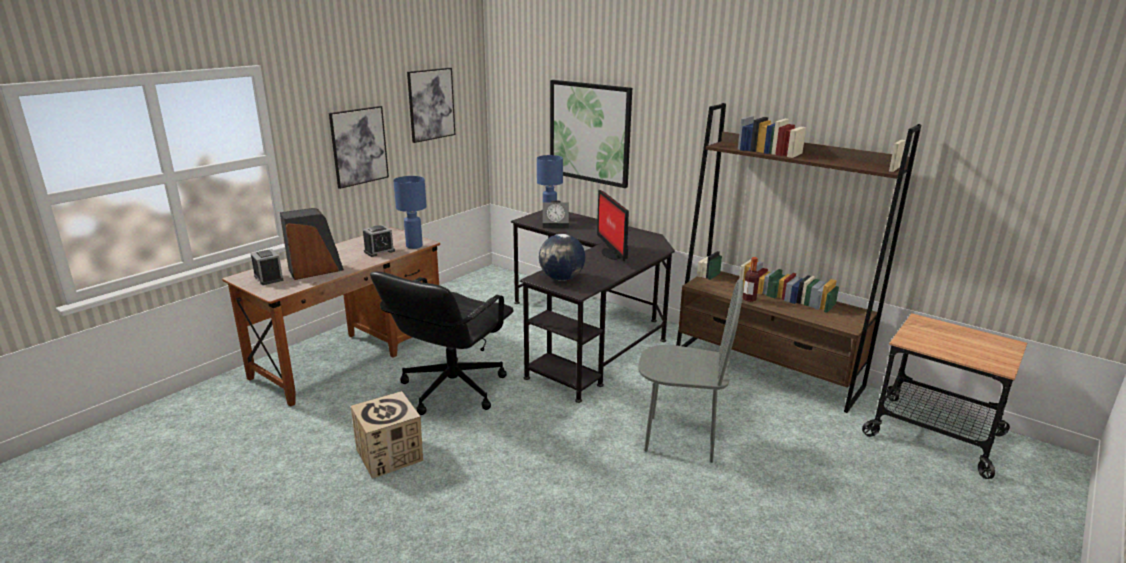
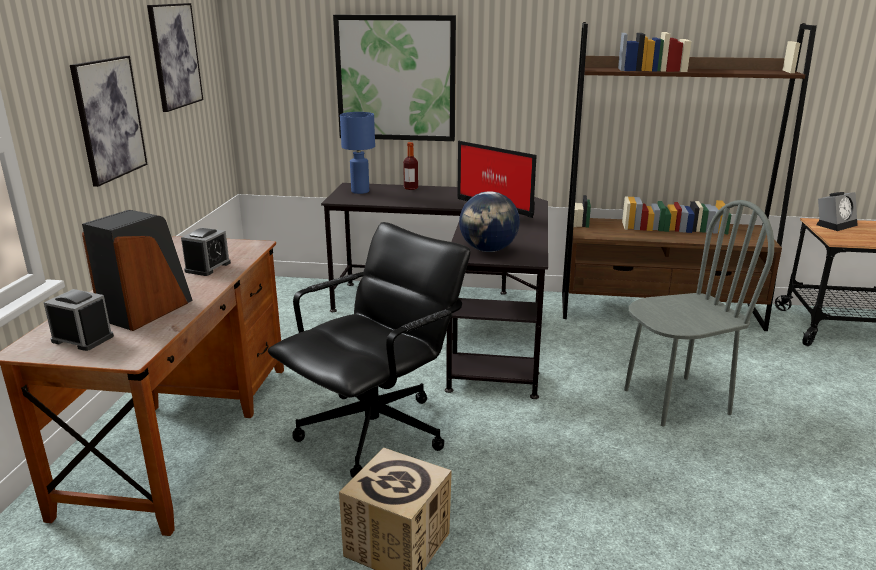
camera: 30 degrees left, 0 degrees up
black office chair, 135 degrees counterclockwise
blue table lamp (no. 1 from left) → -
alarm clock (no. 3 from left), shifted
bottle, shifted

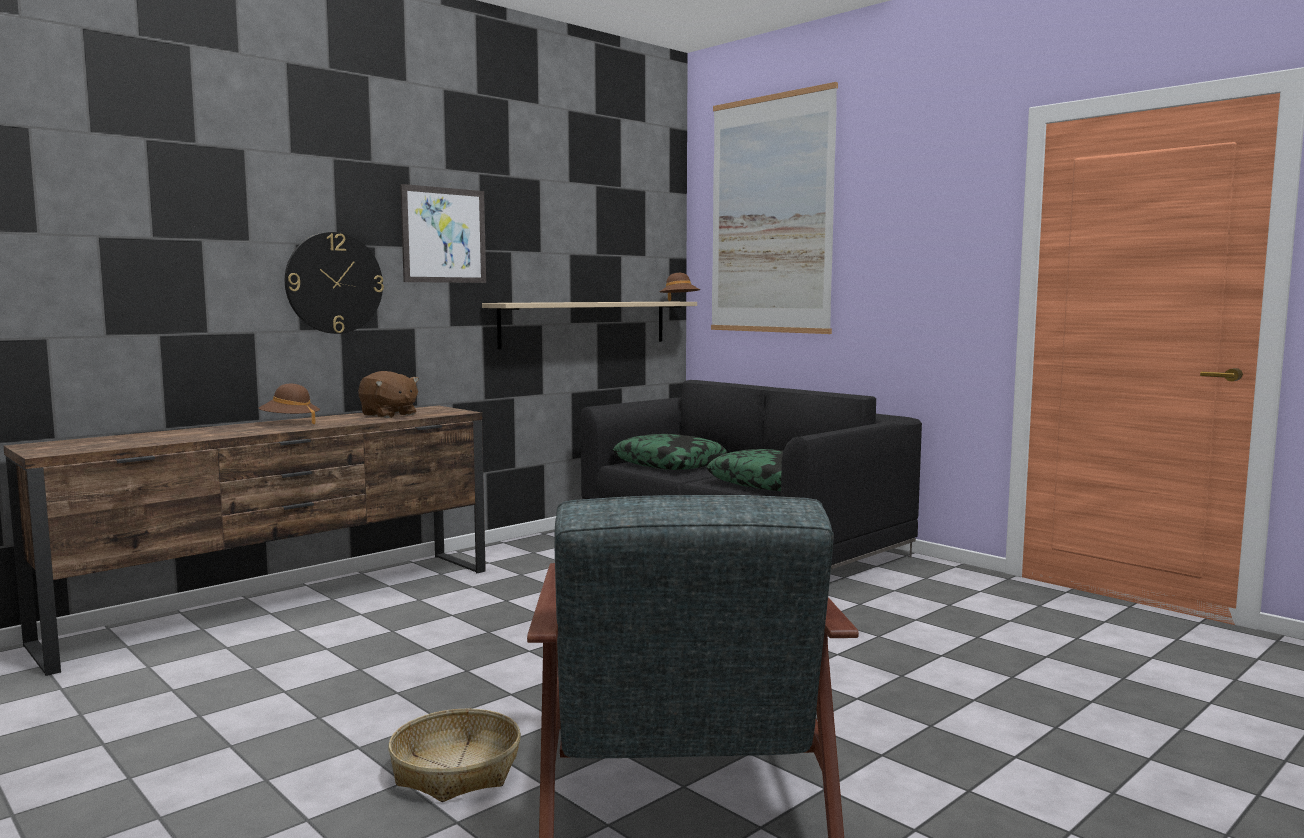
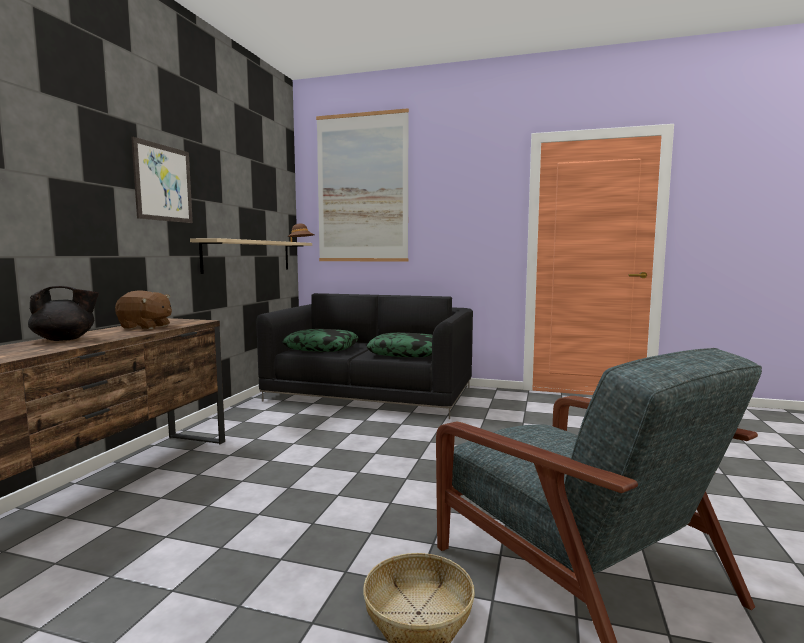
camera: 30 degrees left, 0 degrees up
brown hat (no. 1 from left) → black teapot
wall clock → -

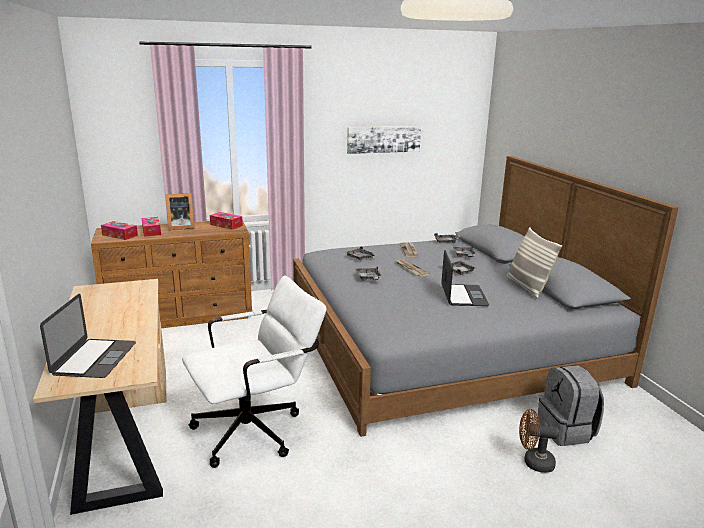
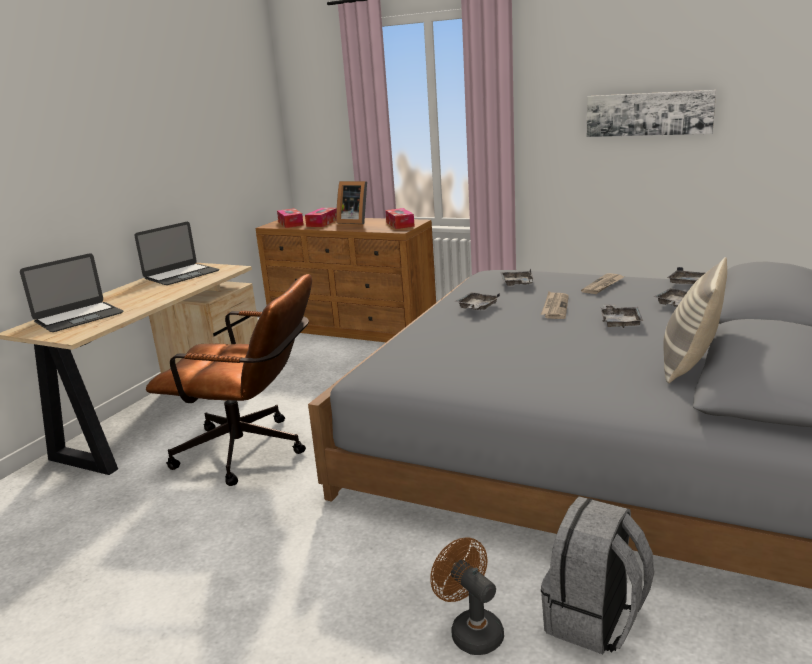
camera: 45 degrees right, 0 degrees up
white office chair → brown office chair
laptop (no. 2 from left), shifted

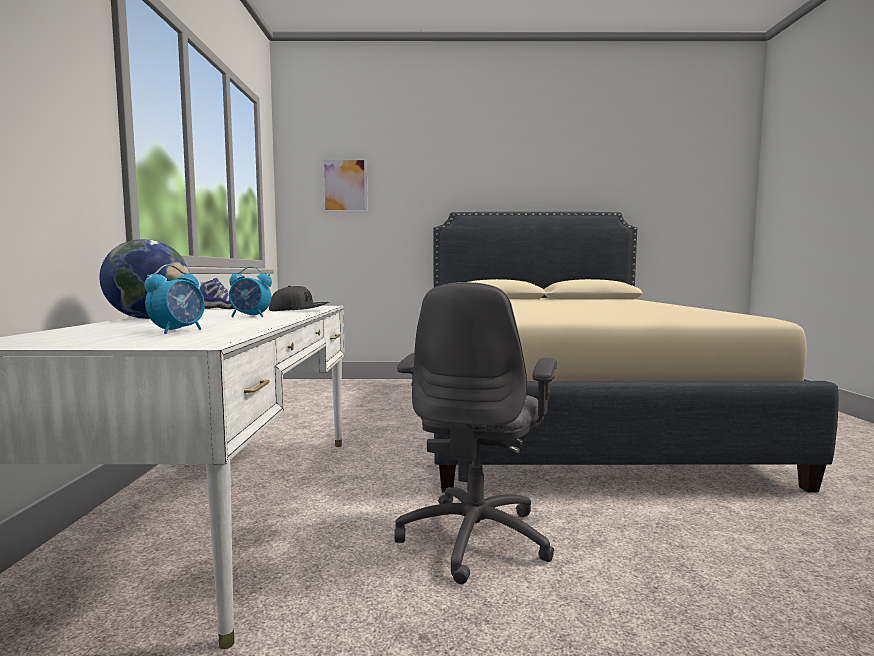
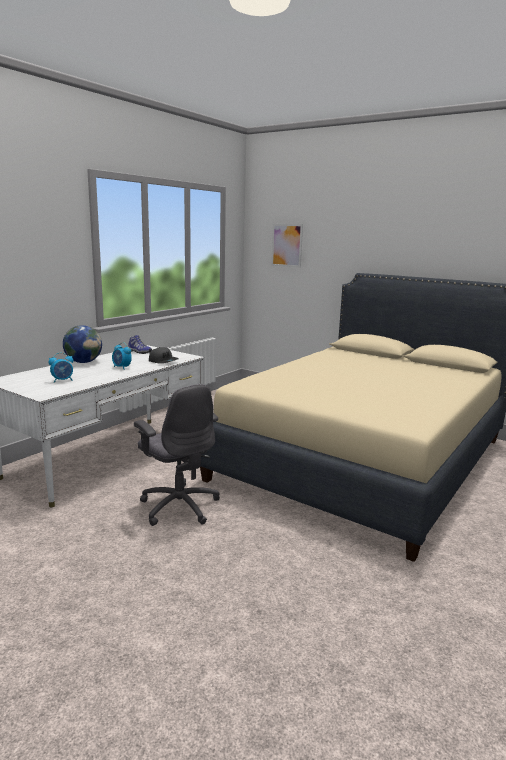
camera: 35 degrees right, 10 degrees up
grey office chair, 90 degrees counterclockwise

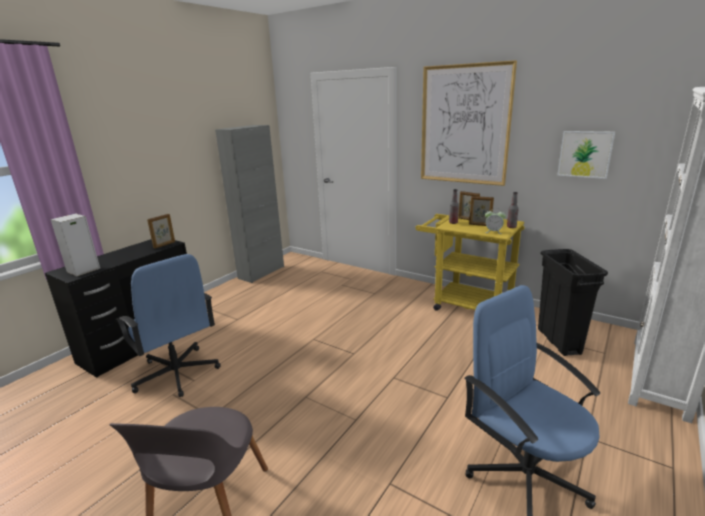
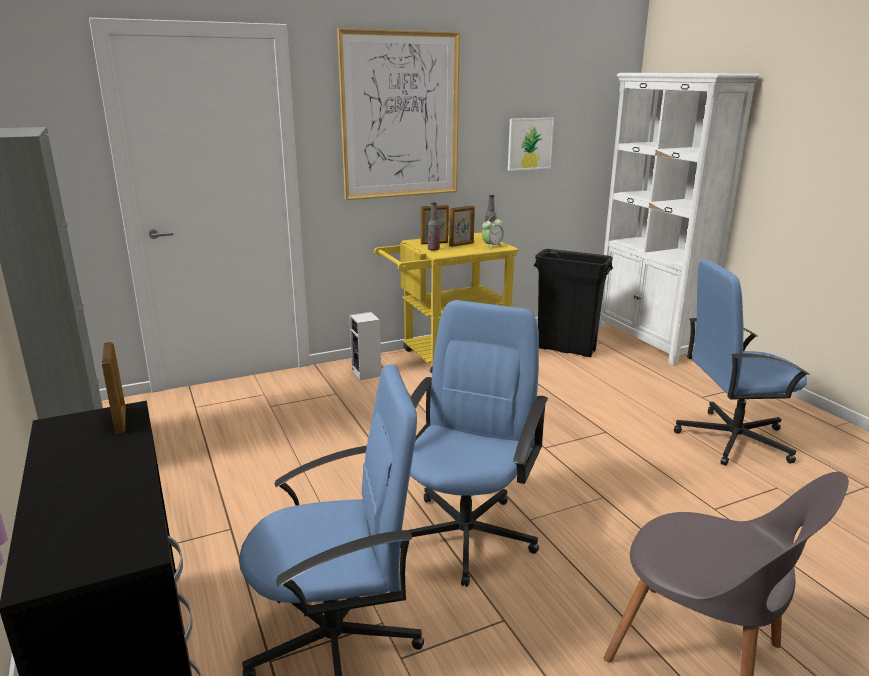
camera: 60 degrees left, 0 degrees up
speaker, shifted
- → blue office chair (no. 2 from left)

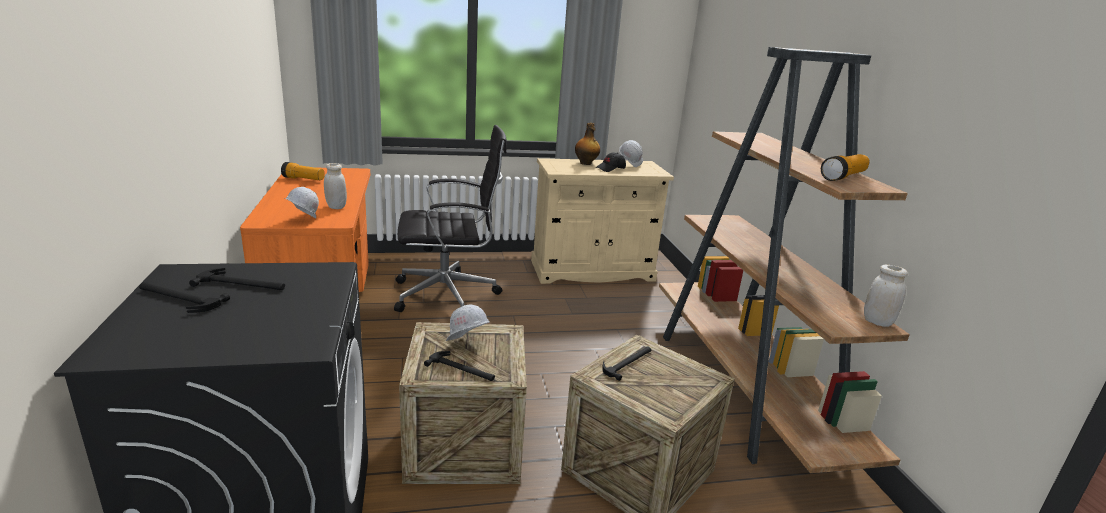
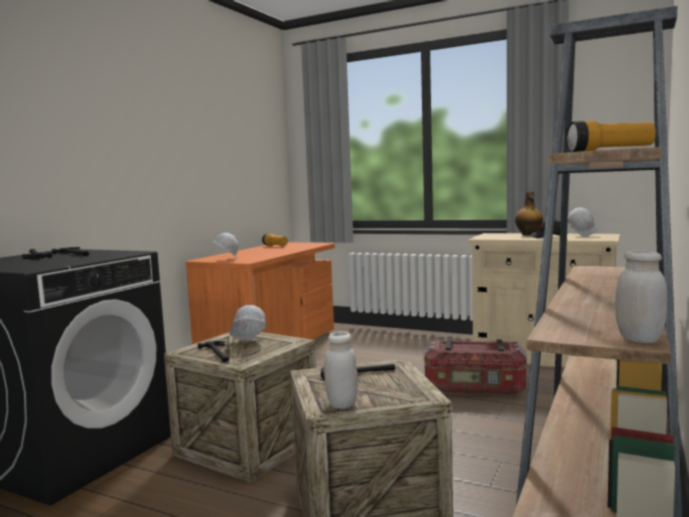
camera: 40 degrees right, 15 degrees down
white jar (no. 1 from left), shifted
black office chair → -
- → storage box

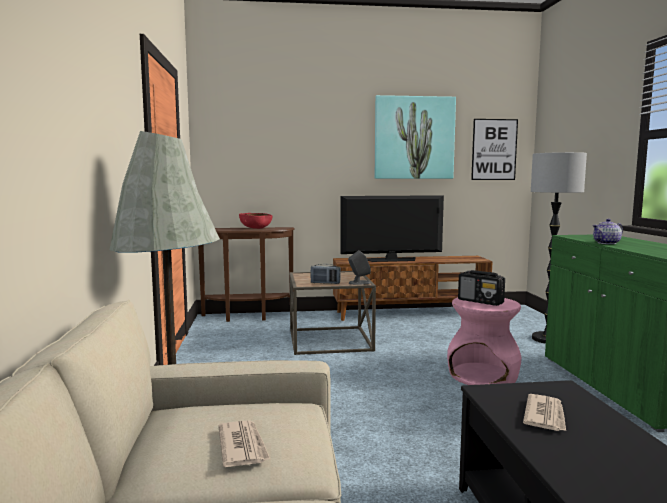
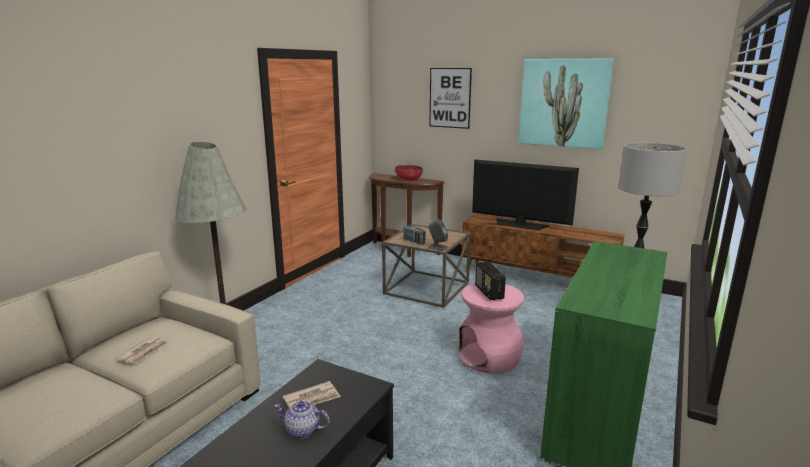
camera: 35 degrees right, 10 degrees up
picture (no. 2 from left in the first image) → picture (no. 1 from left), shifted
teapot, shifted

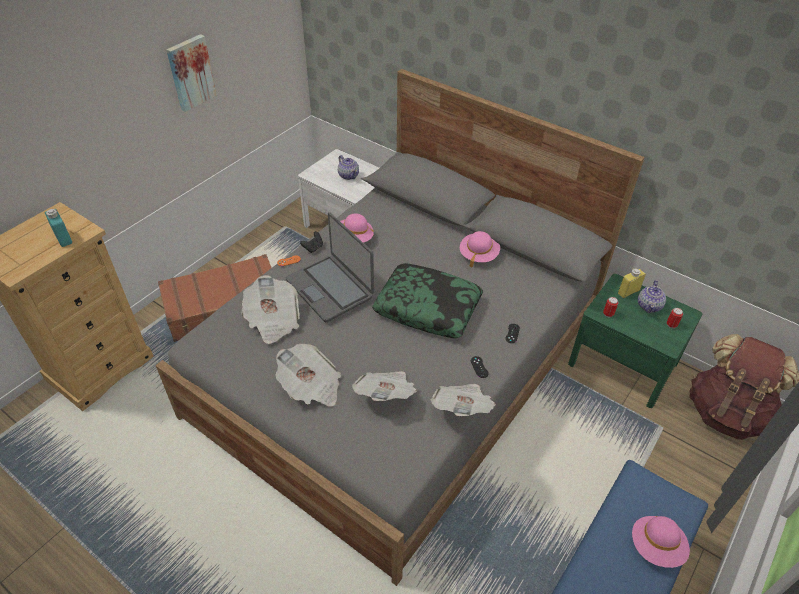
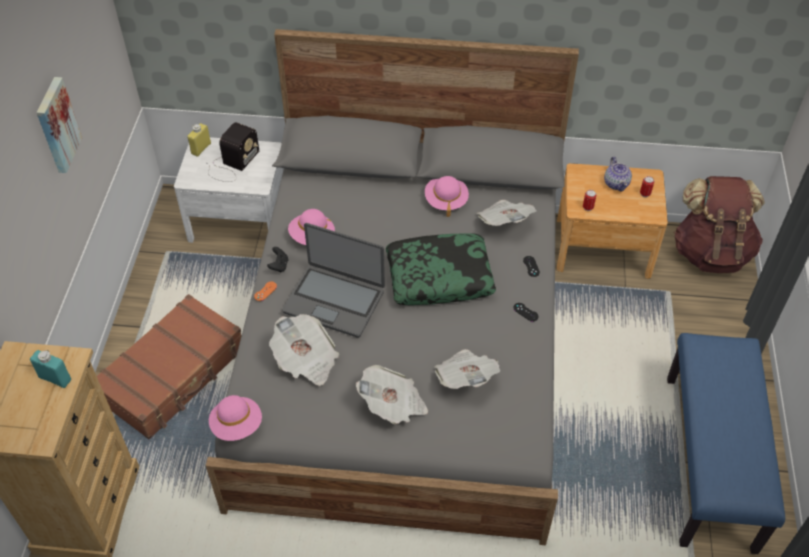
camera: 30 degrees left, 5 degrees up
teapot (no. 1 from left) → radio
newspaper (no. 4 from left), shifted
green nightstand → brown nightstand
yellow bottle, shifted
pink hat (no. 3 from left in the first image) → pink hat (no. 1 from left), shifted

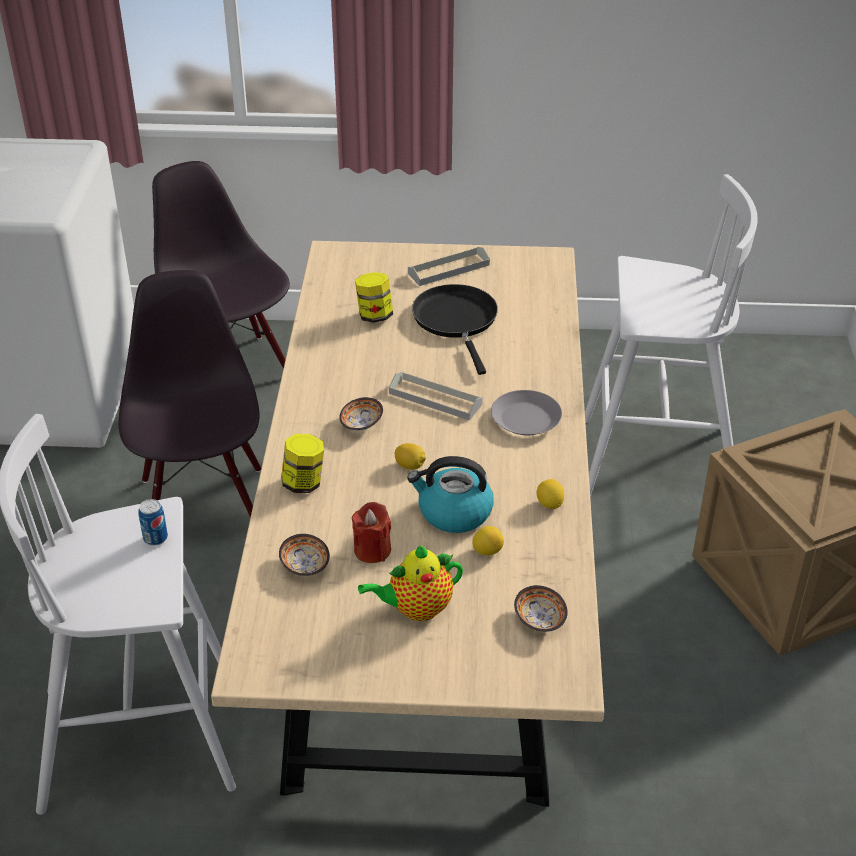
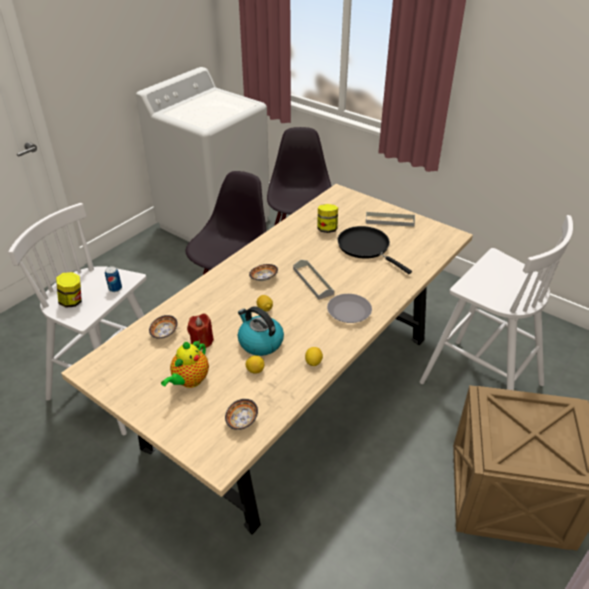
camera: 35 degrees right, 0 degrees up
jar (no. 1 from left), shifted
teapot, 75 degrees counterclockwise
black frying pan, 60 degrees counterclockwise

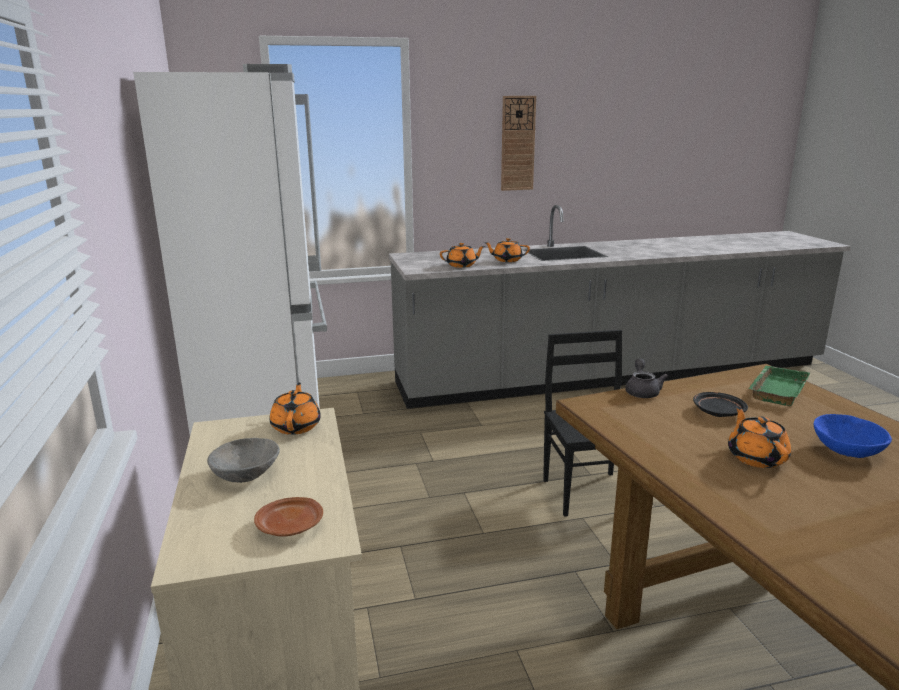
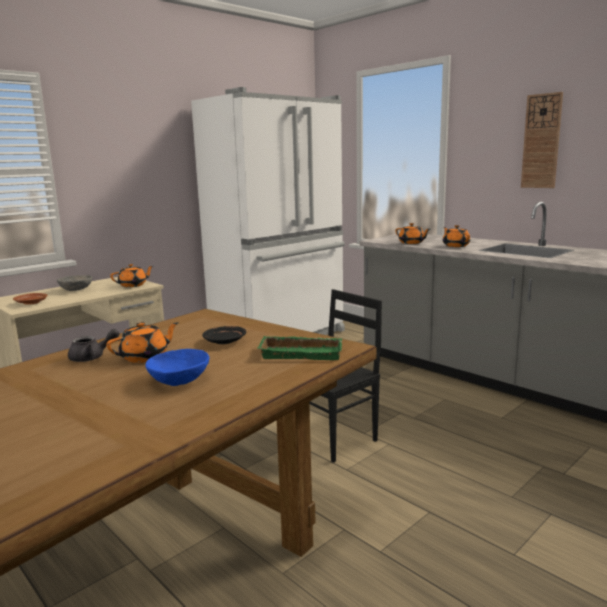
camera: 60 degrees right, 5 degrees down
grey teapot, shifted

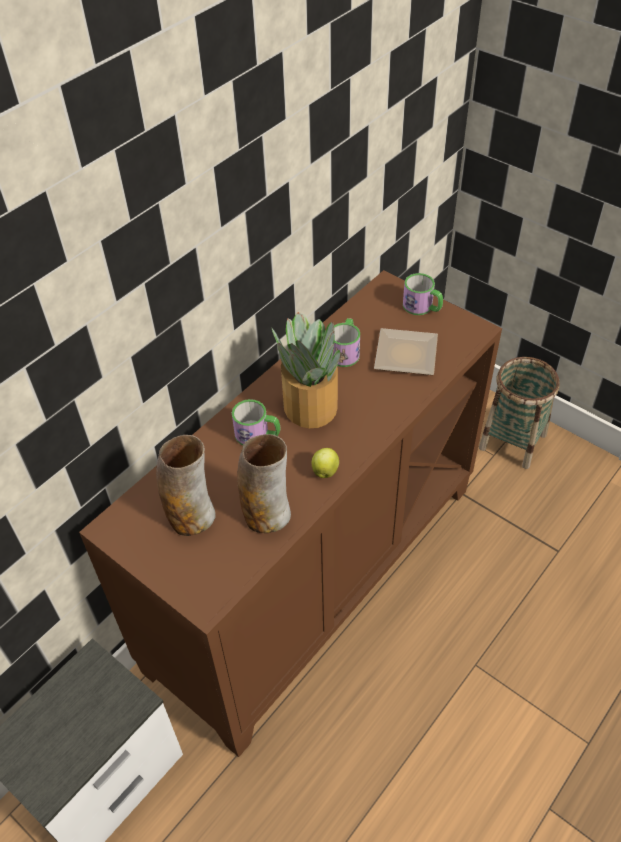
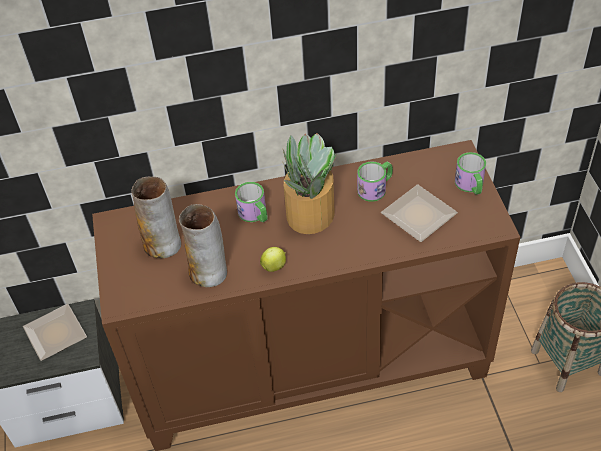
camera: 40 degrees right, 0 degrees up
- → plate (no. 1 from left)

